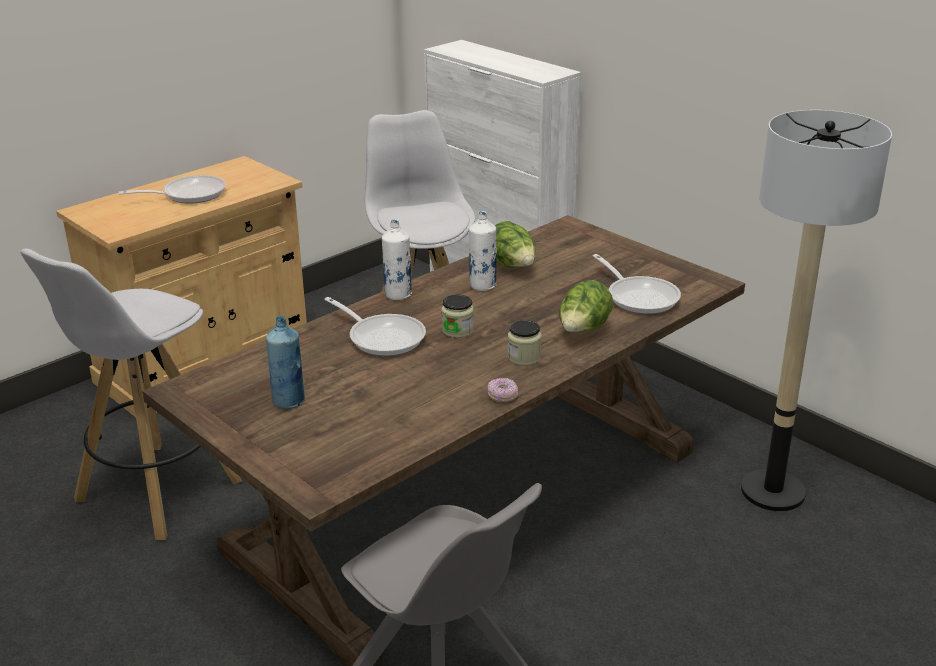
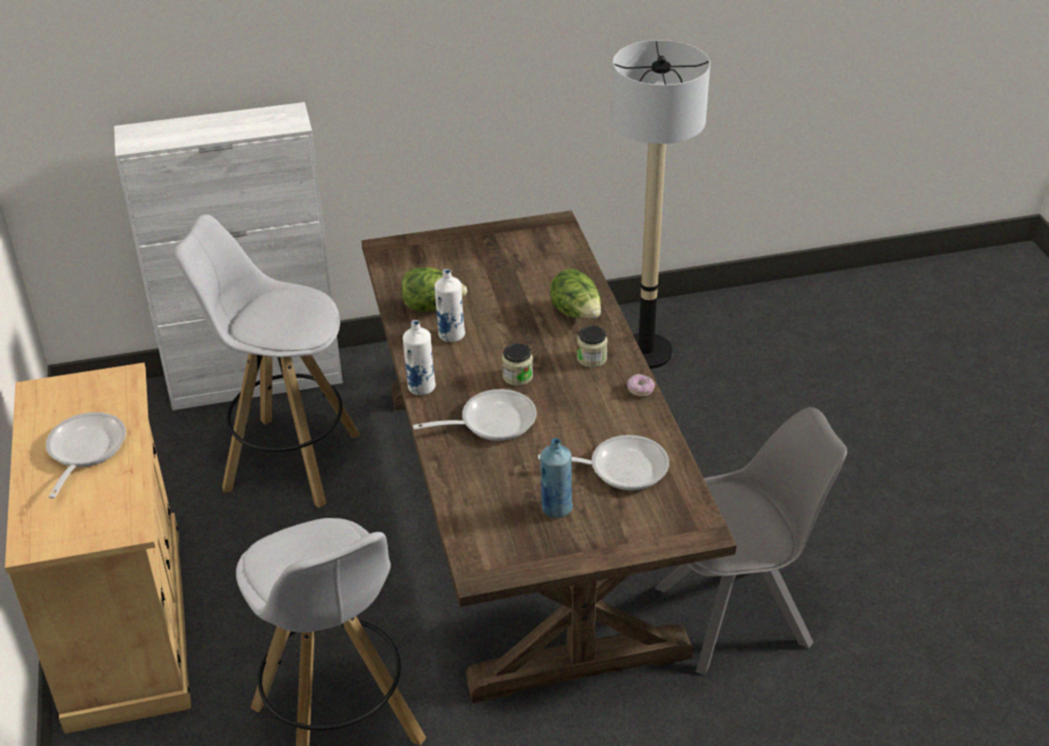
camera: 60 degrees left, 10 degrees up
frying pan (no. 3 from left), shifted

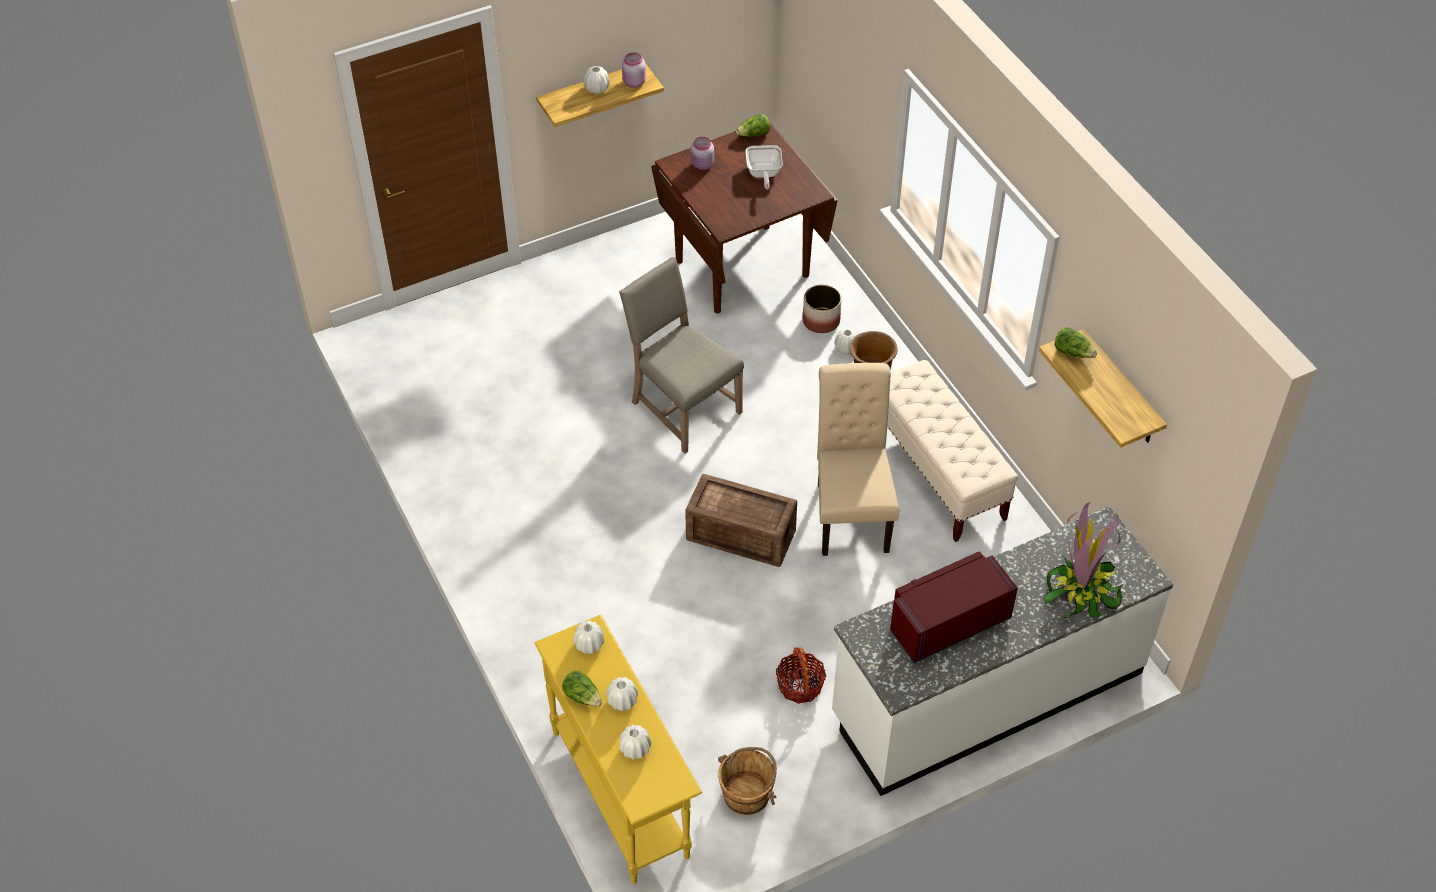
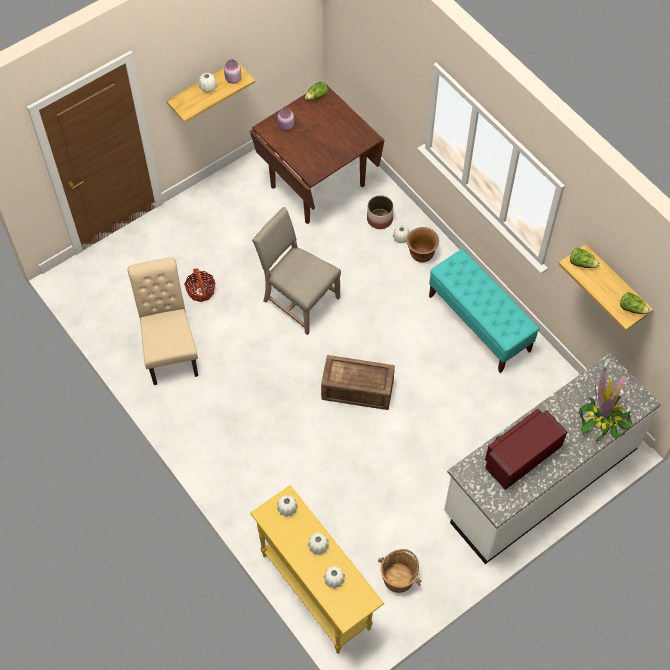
camera: 10 degrees left, 10 degrees up
lettuce (no. 1 from left in the first image) → lettuce (no. 3 from left), shifted
frying pan → -
basket, shifted
beige chair (no. 2 from left in the first image) → beige chair (no. 1 from left), shifted
beige bench → turquoise bench

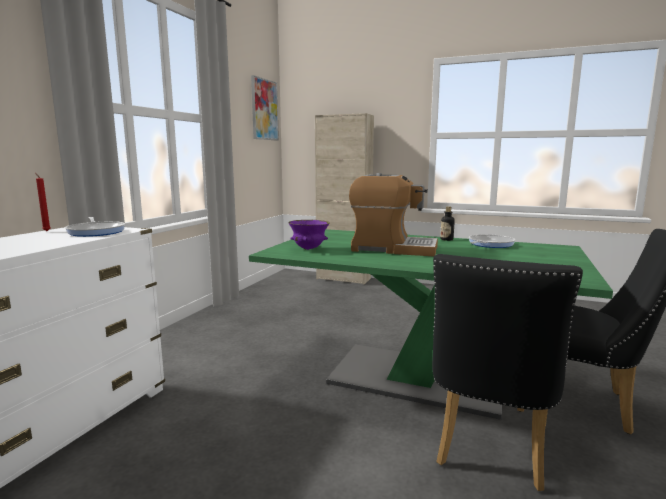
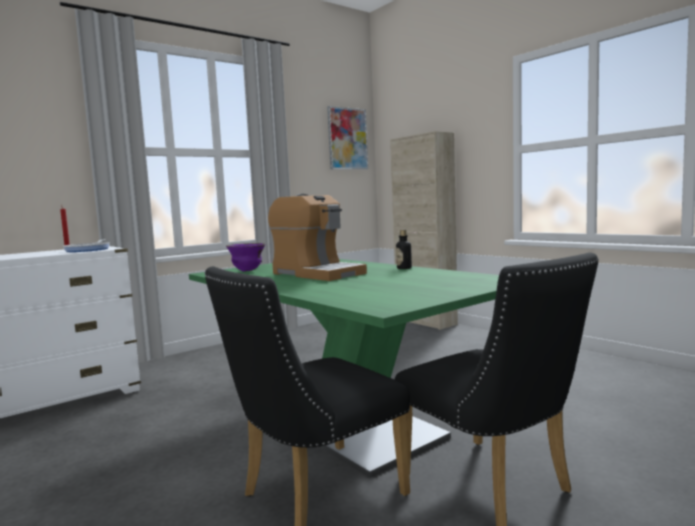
camera: 30 degrees right, 5 degrees down
frying pan (no. 2 from left) → -

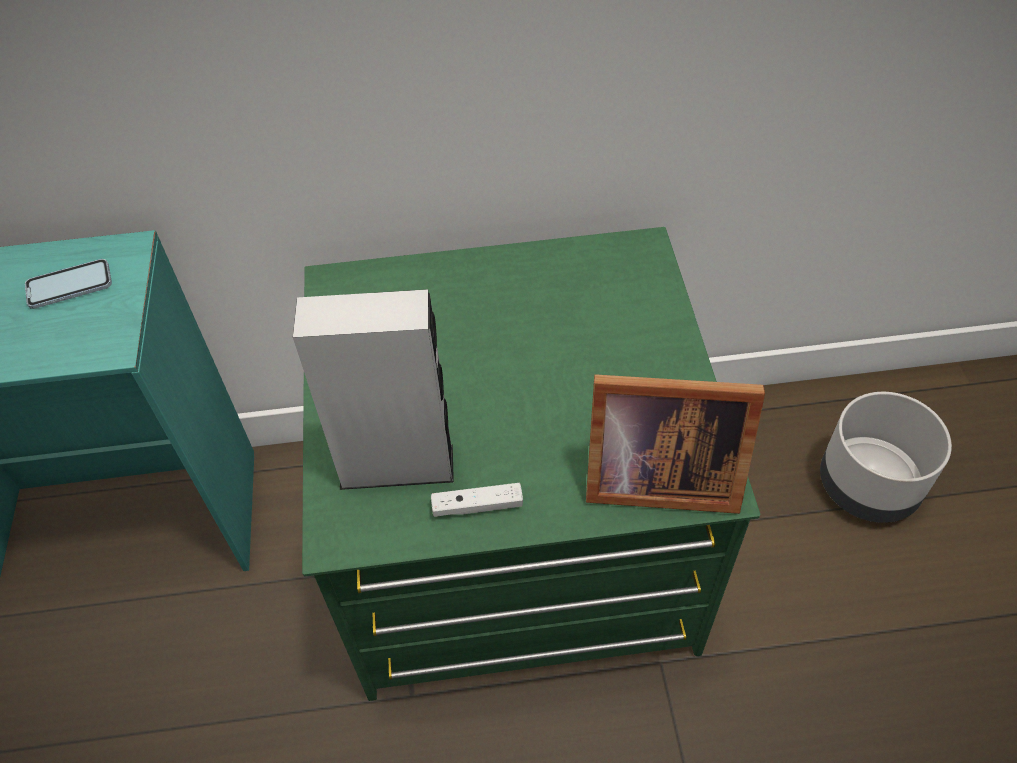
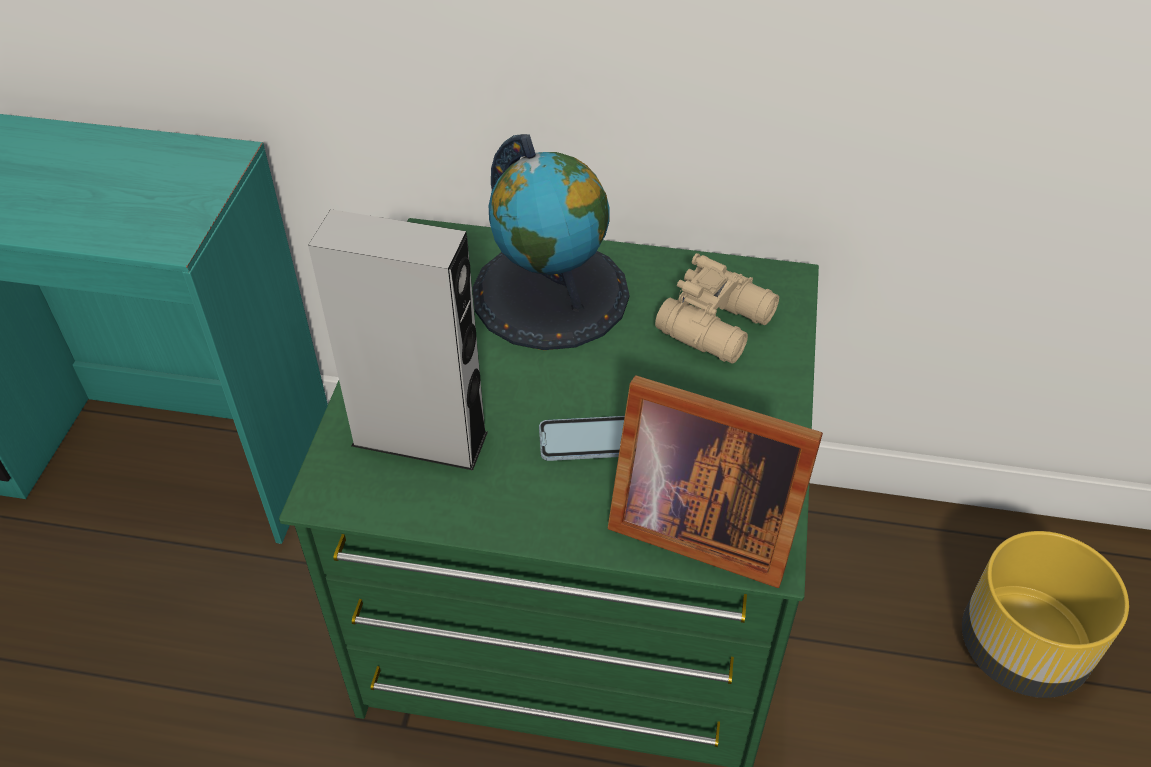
camera: 15 degrees right, 5 degrees down
phone, shifted
white game controller → -
grey planter → yellow planter
- → globe
- → beige binoculars

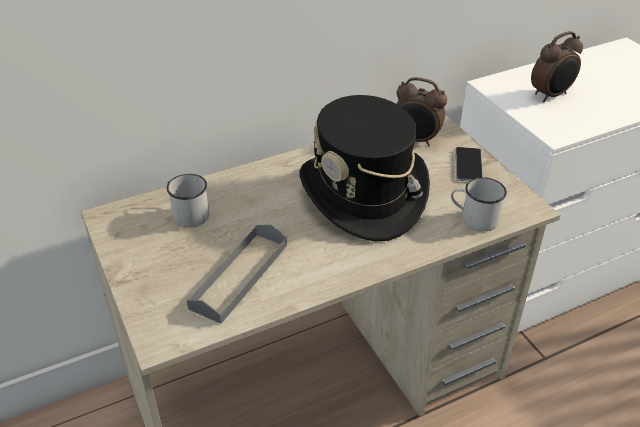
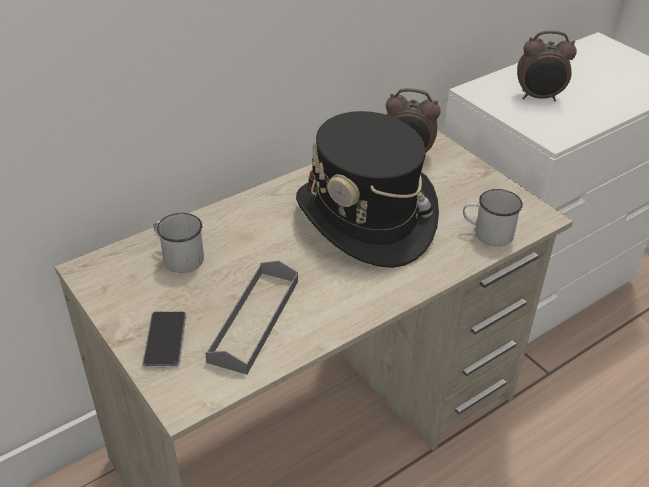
camera: 10 degrees left, 0 degrees up
phone, shifted
alarm clock (no. 2 from left), 45 degrees clockwise

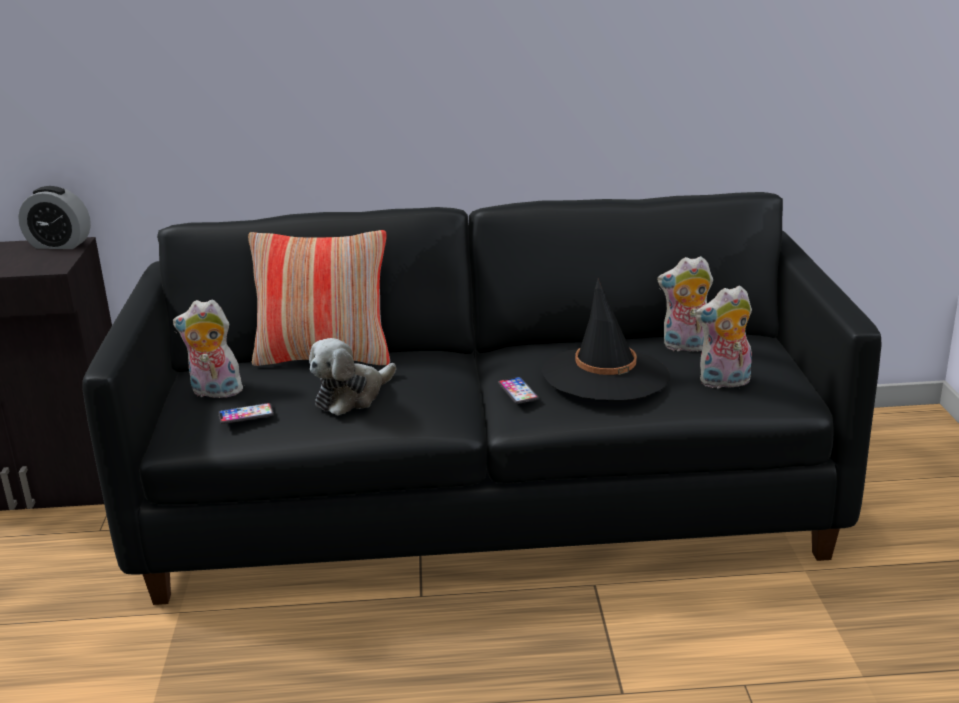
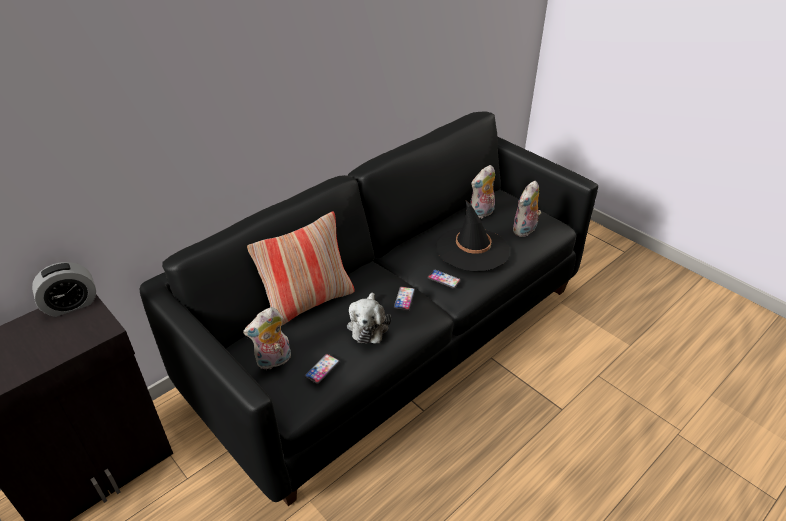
camera: 40 degrees left, 15 degrees up
- → phone (no. 2 from left)

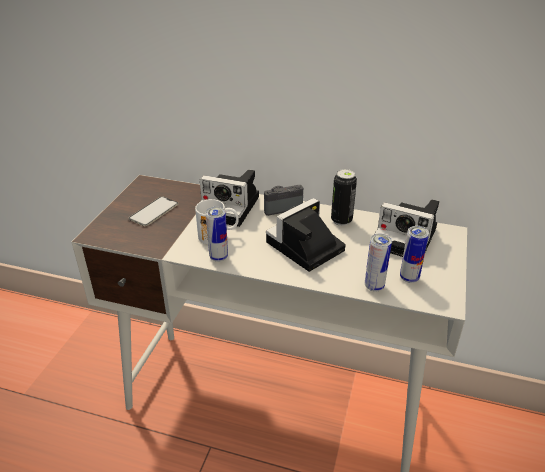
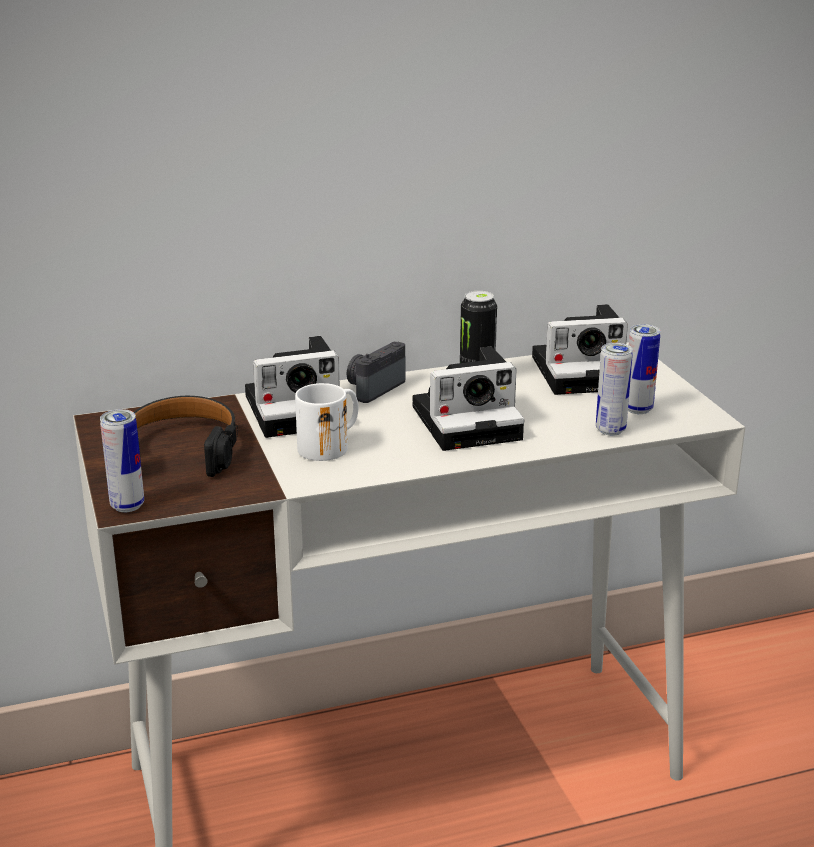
camera: 35 degrees left, 10 degrees down
phone → black headphones
can (no. 1 from left), shifted
photo camera (no. 3 from left), 120 degrees counterclockwise

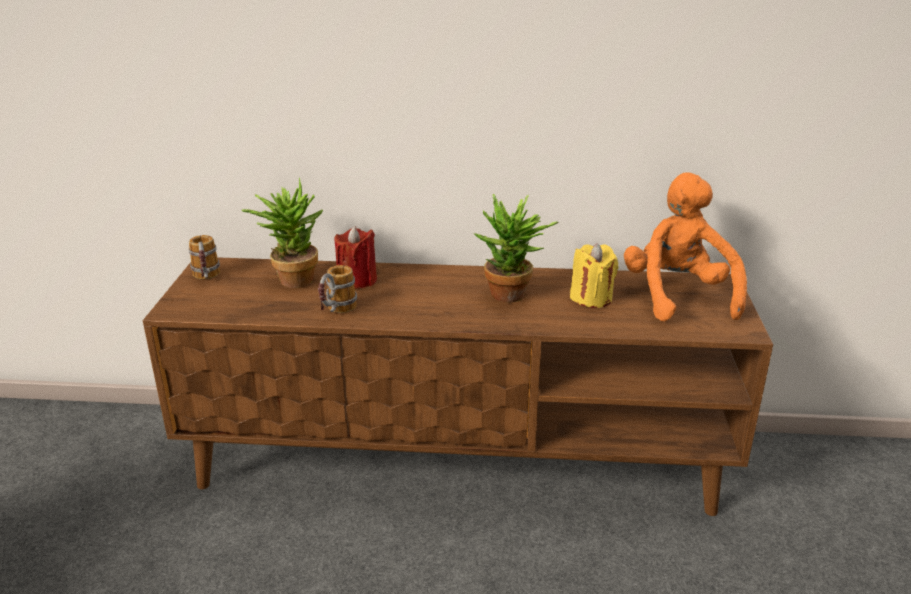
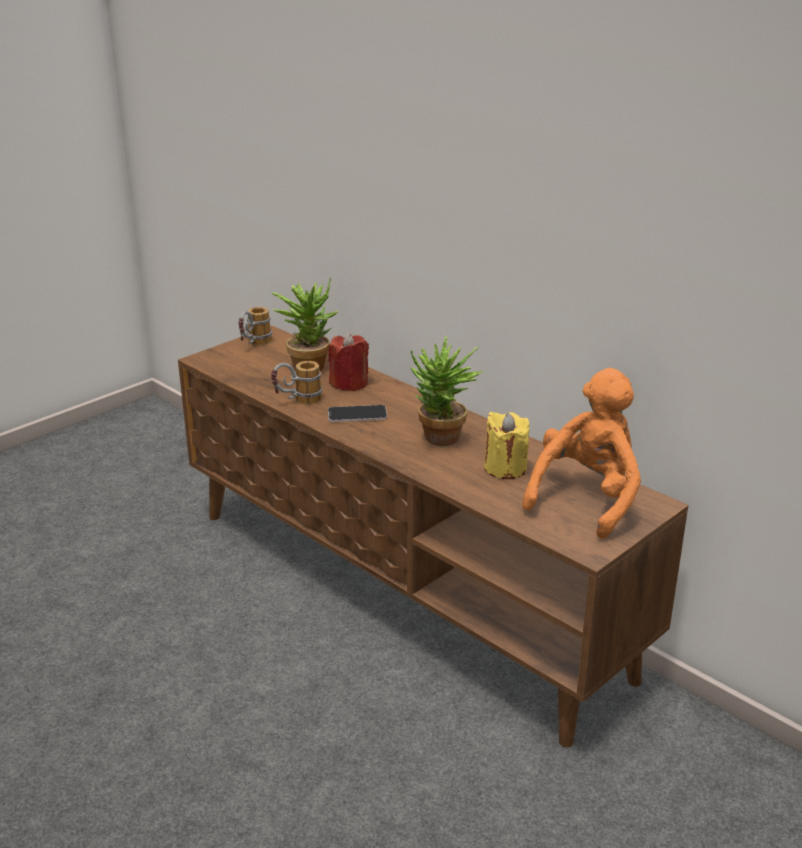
camera: 40 degrees right, 0 degrees up
- → phone

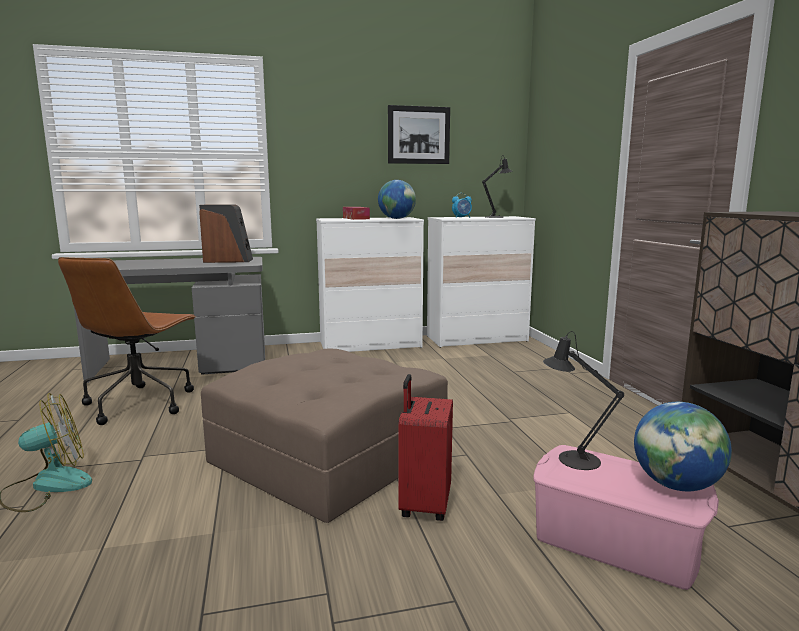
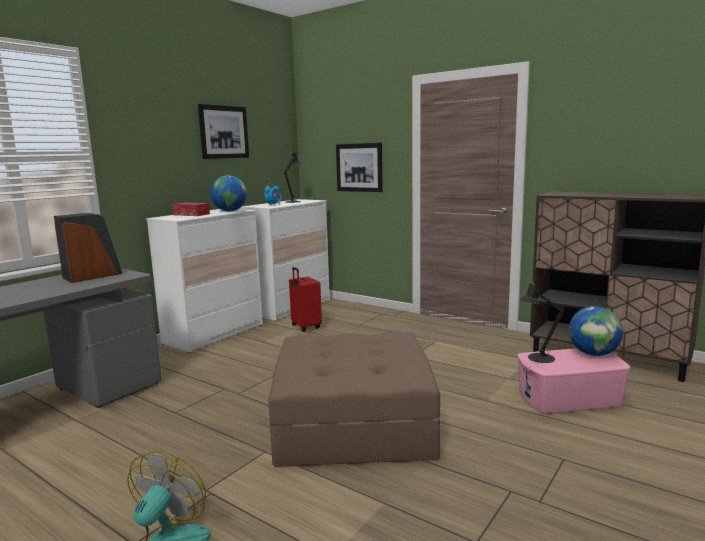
camera: 40 degrees left, 0 degrees up
brown office chair → -
red suitcase, shifted
- → picture (no. 2 from left)

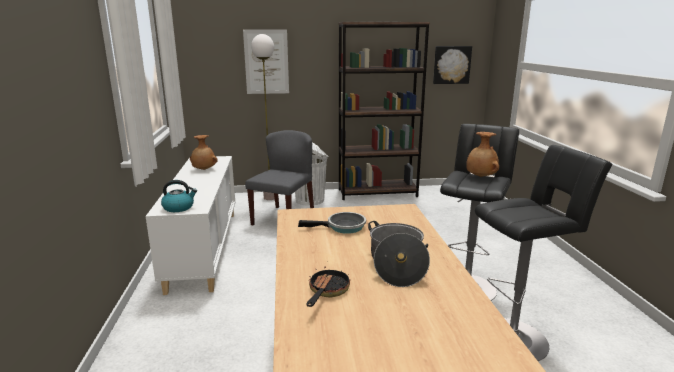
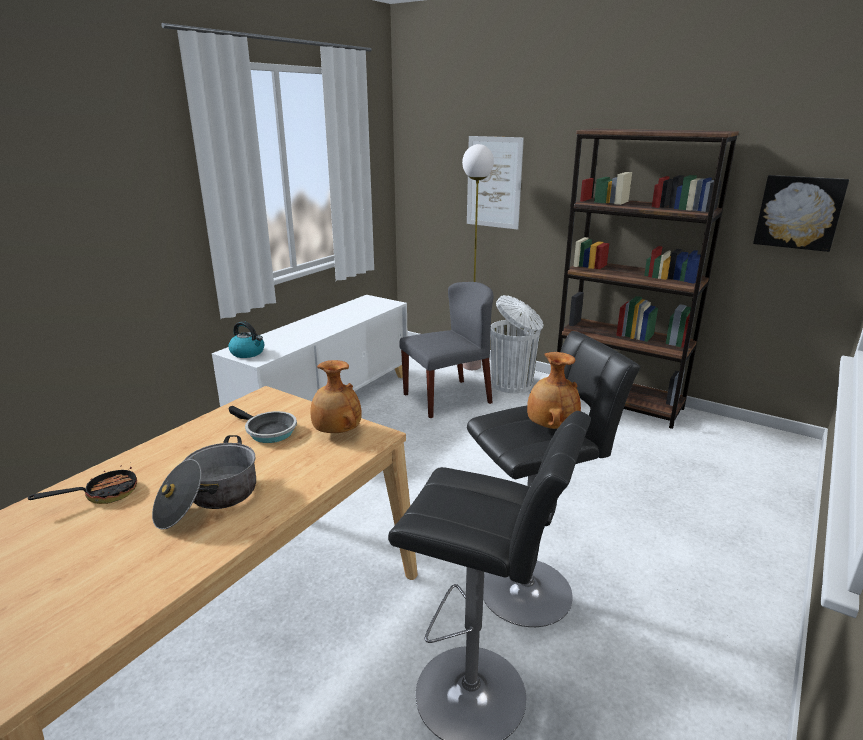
camera: 40 degrees right, 5 degrees up
brown vase (no. 1 from left), shifted

